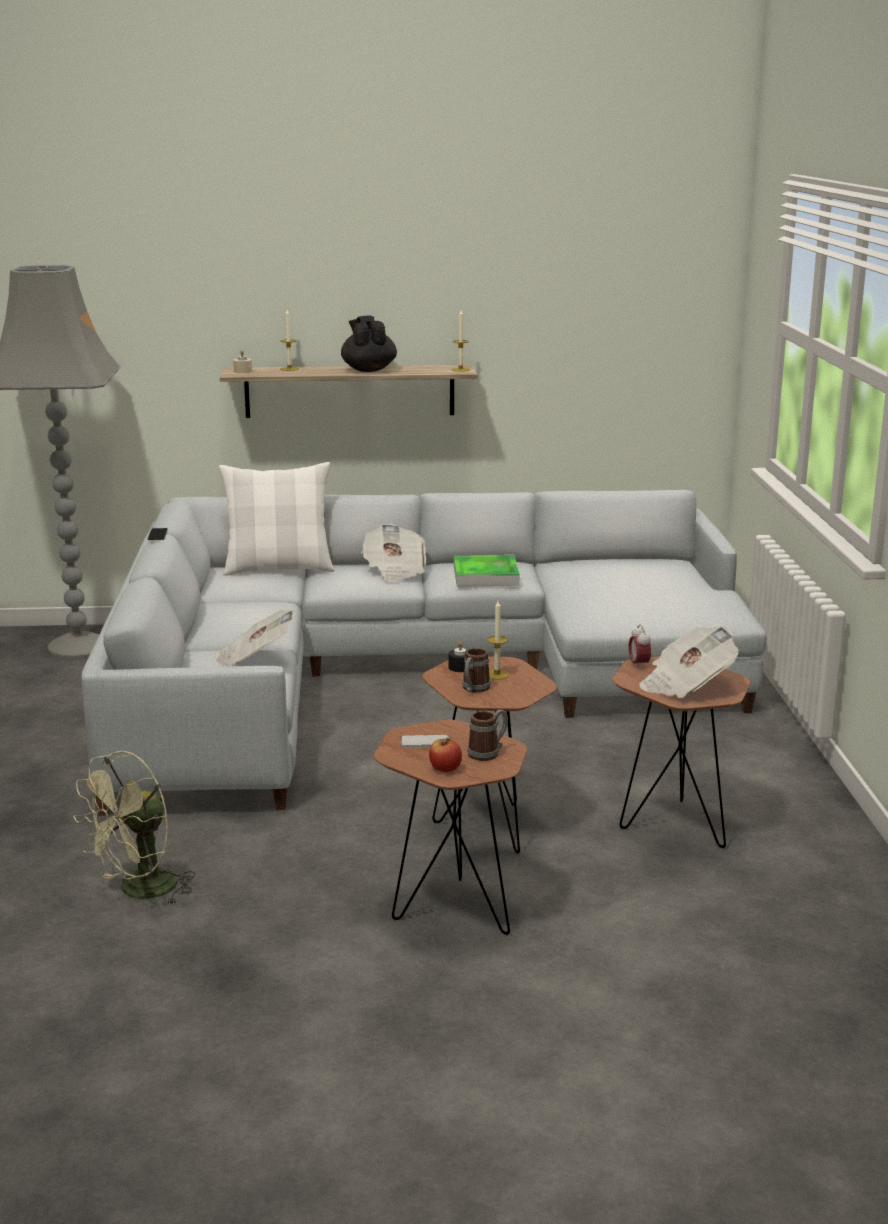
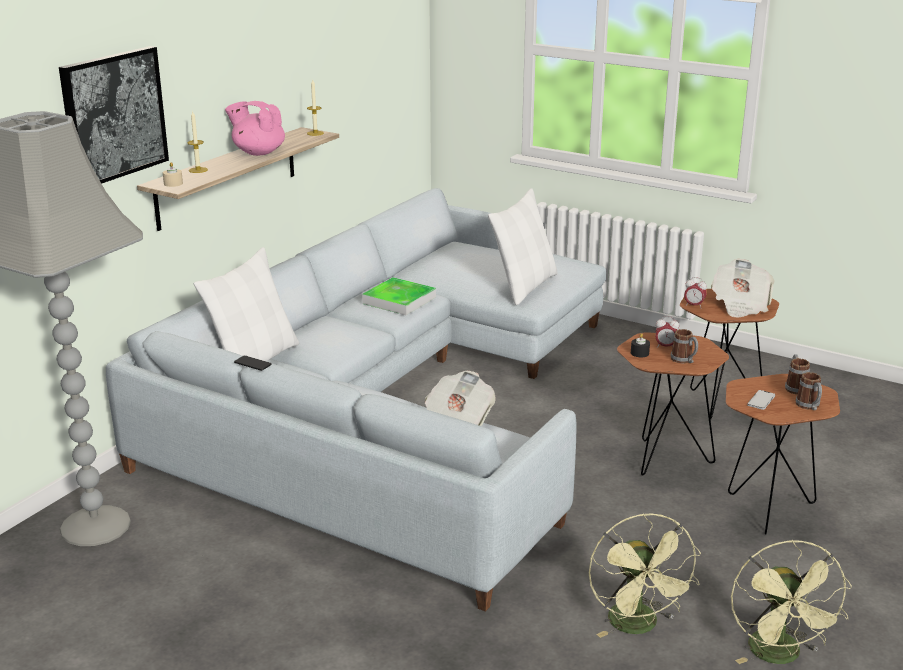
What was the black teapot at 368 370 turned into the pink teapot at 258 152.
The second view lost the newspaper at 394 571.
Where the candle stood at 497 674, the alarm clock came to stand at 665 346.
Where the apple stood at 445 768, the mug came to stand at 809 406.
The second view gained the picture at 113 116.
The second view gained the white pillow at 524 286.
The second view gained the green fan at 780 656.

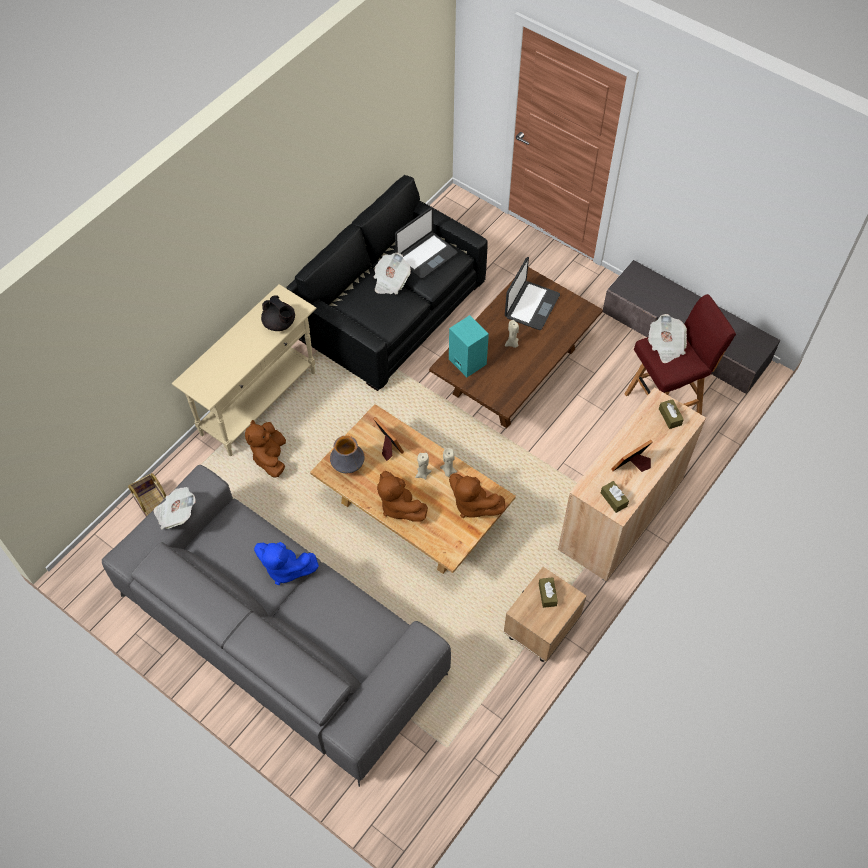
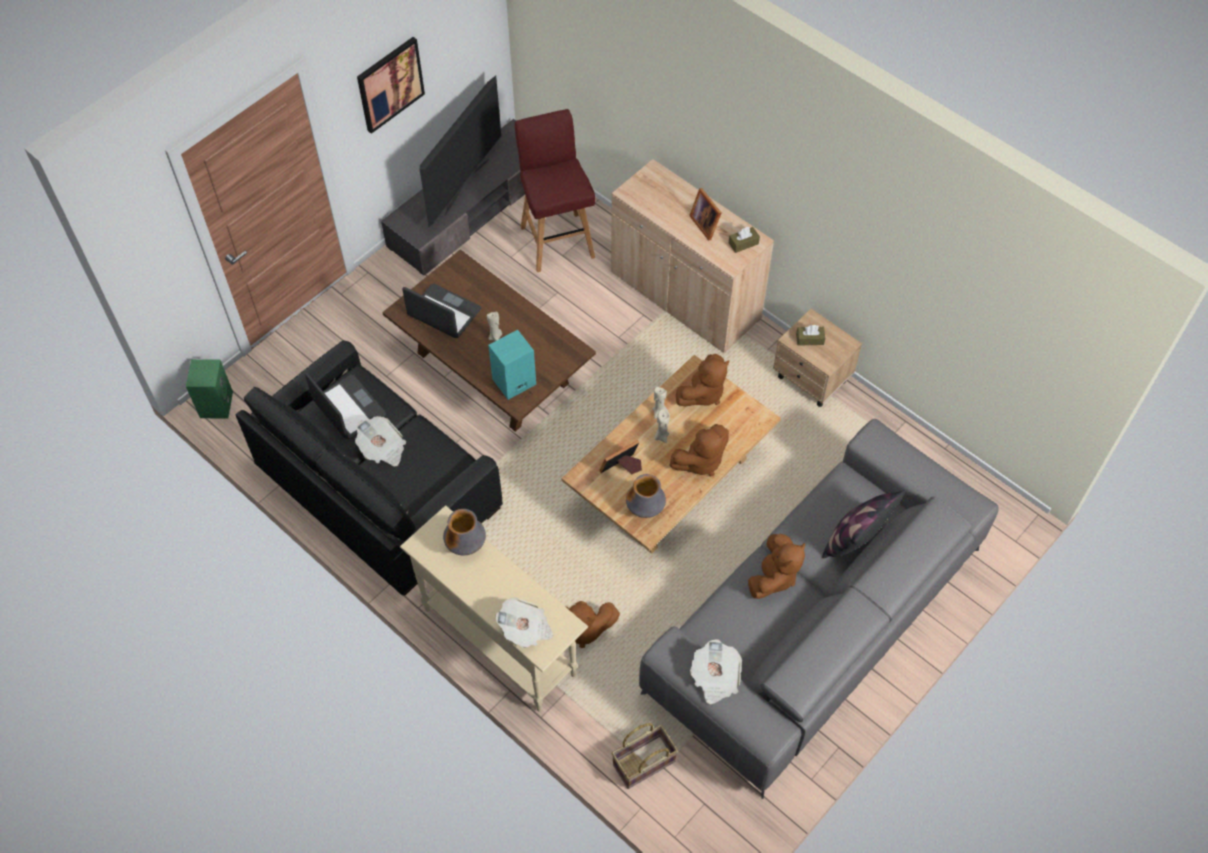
Where the black teapot stood at 280 324, the vase came to stand at 466 545.
The newspaper ended up elsewhere, having gone from 665 346 to 526 629.
The second view lost the brown tissue box at 670 417.
What was the blue plush toy at 285 568 turned into the brown plush toy at 774 577.
The second view gained the picture at 390 84.
The second view gained the television at 465 186.
The second view gained the green speaker at 215 404.
The second view gained the pillow at 855 539.

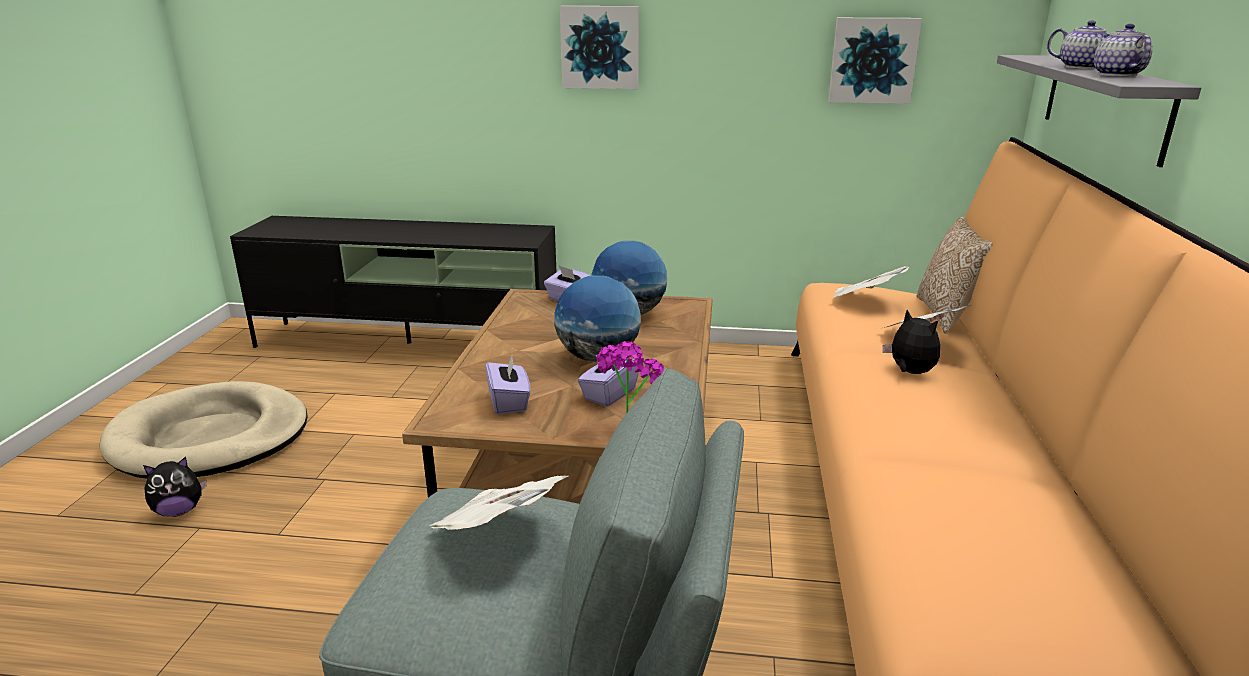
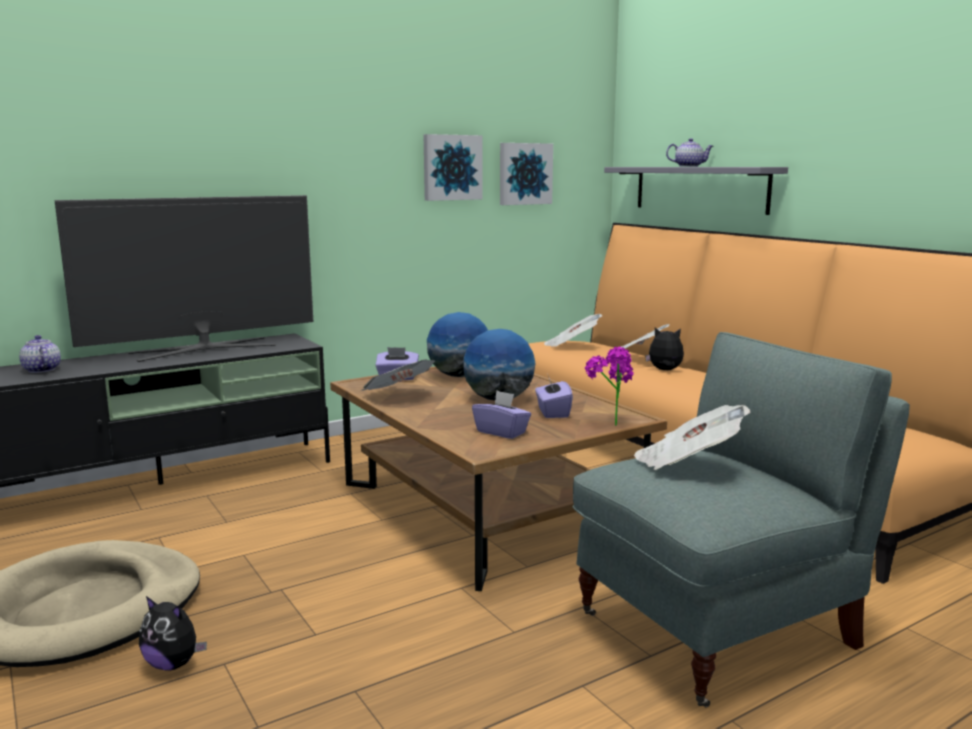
The picture ended up elsewhere, having gone from 600 47 to 451 167.
The teapot ended up elsewhere, having gone from 1116 75 to 41 370.
The second view lost the pillow at 947 315.
The plush toy at 179 511 ended up facing another way, 90 degrees clockwise from before.
The second view gained the television at 204 349.
The second view gained the newspaper at 398 395.

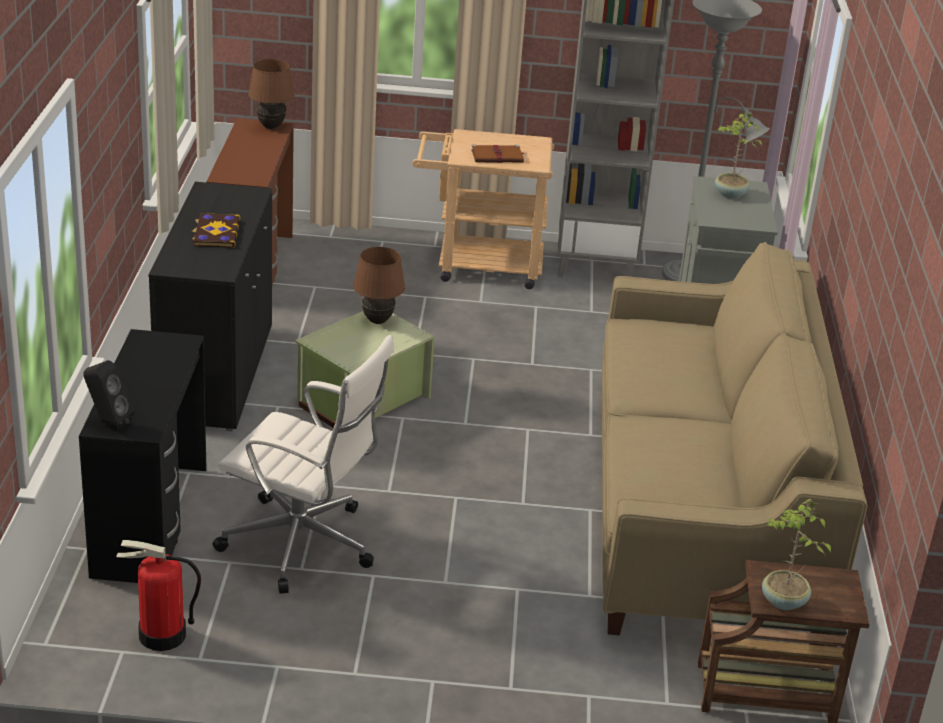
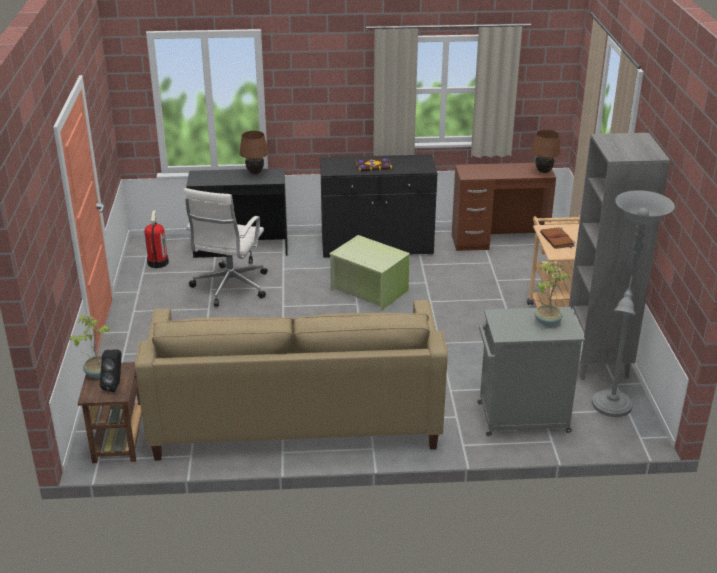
The brown table lamp ended up elsewhere, having gone from 377 321 to 255 173.
The black speaker ended up elsewhere, having gone from 108 423 to 115 385.

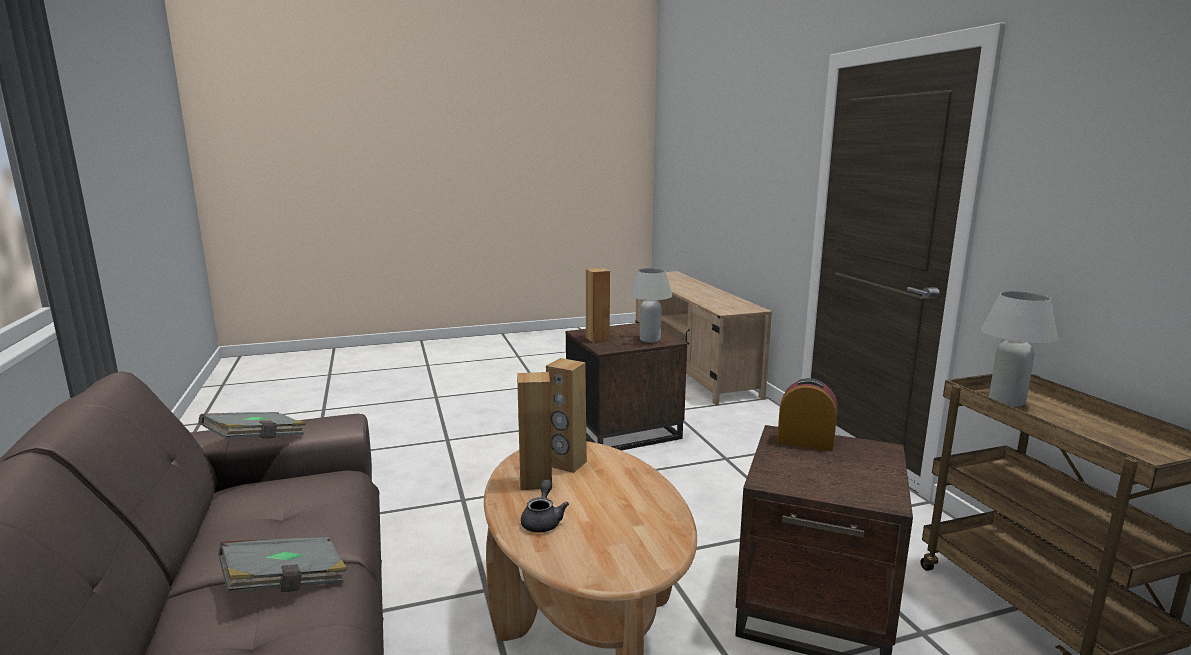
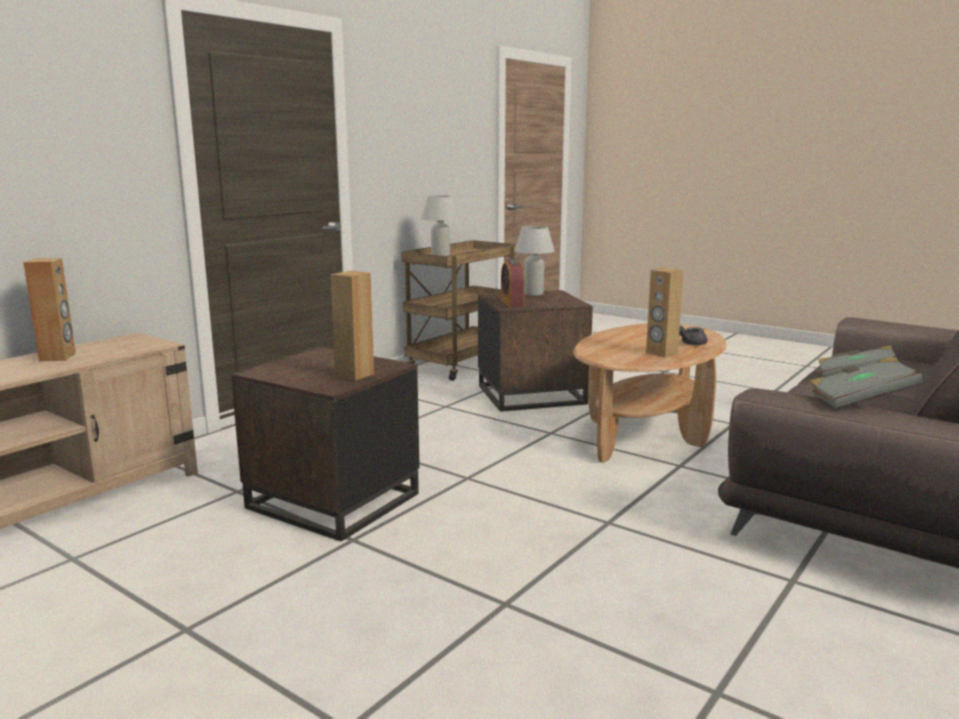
The white table lamp ended up elsewhere, having gone from 650 340 to 533 294.
The brown speaker ended up elsewhere, having gone from 567 464 to 58 357.

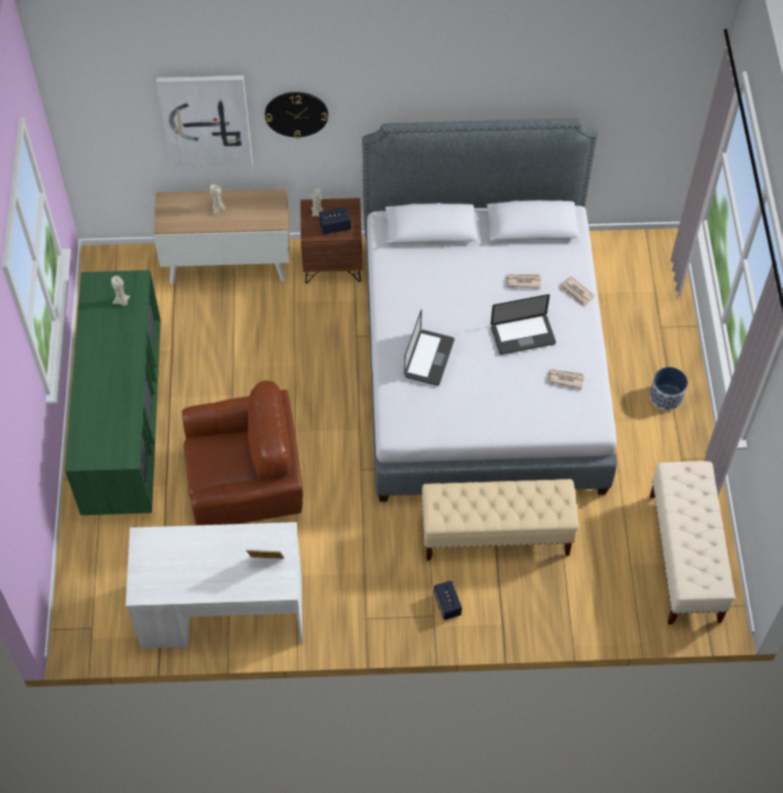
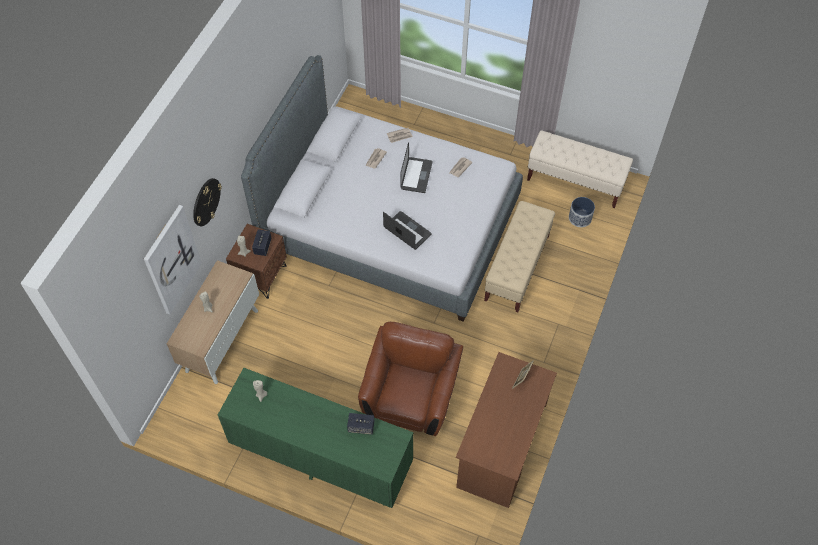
The planter ended up elsewhere, having gone from 666 397 to 580 218.
What was the white desk at 222 611 turned into the brown desk at 501 446.
The speaker ended up elsewhere, having gone from 447 605 to 361 427.

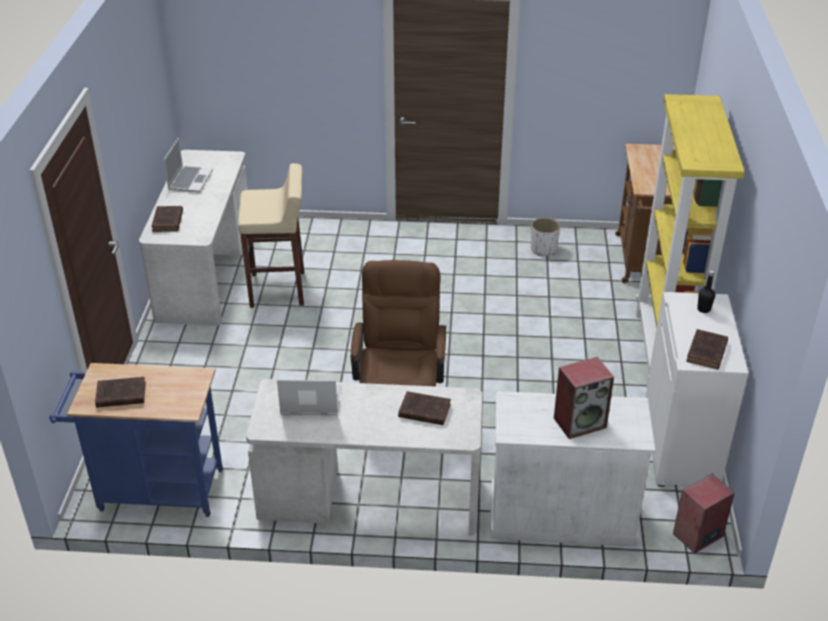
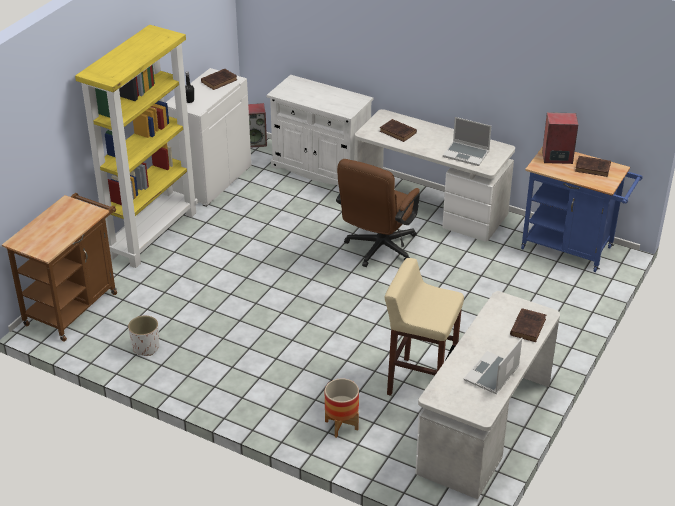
The speaker ended up elsewhere, having gone from 580 422 to 556 157.
The second view gained the planter at 341 425.

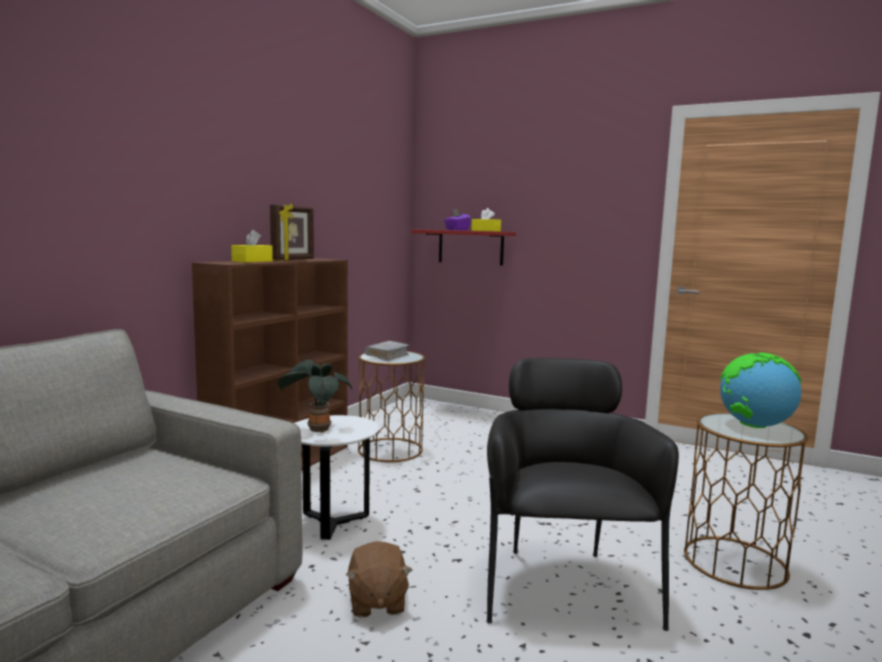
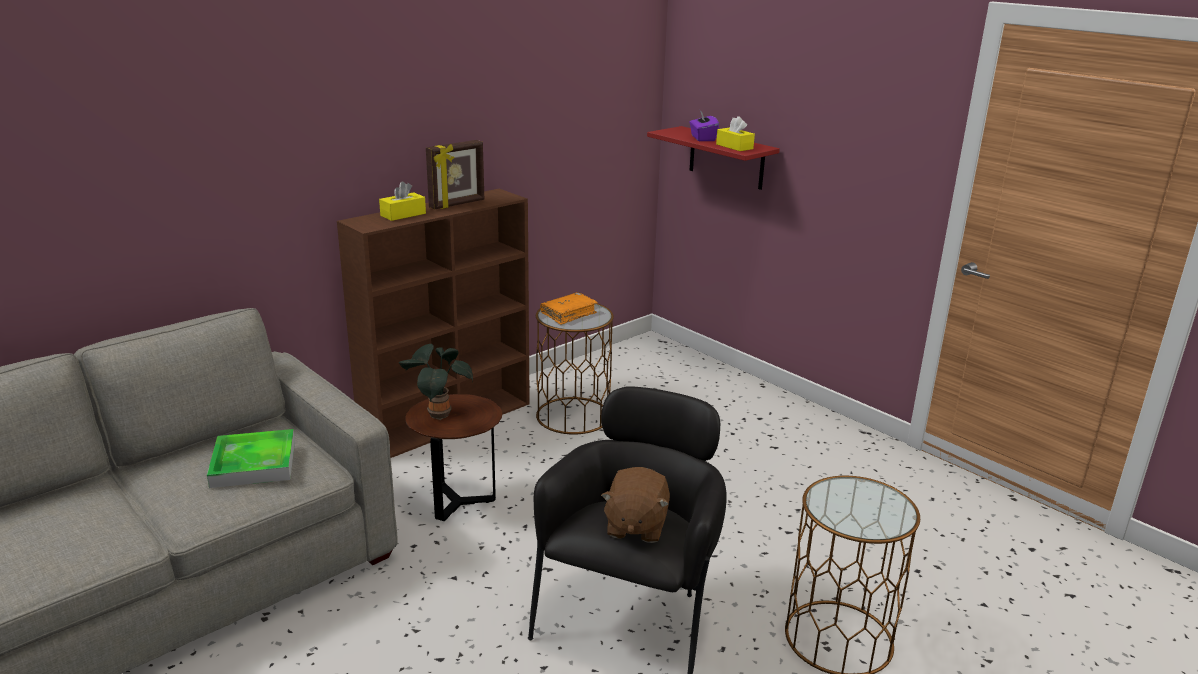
What was the grey book at 387 356 turned into the orange book at 568 314.
The second view lost the globe at 754 426.
What was the white side table at 333 523 turned into the brown side table at 458 502.
The brown plush toy ended up elsewhere, having gone from 376 601 to 635 526.
The second view gained the tray at 253 463.

